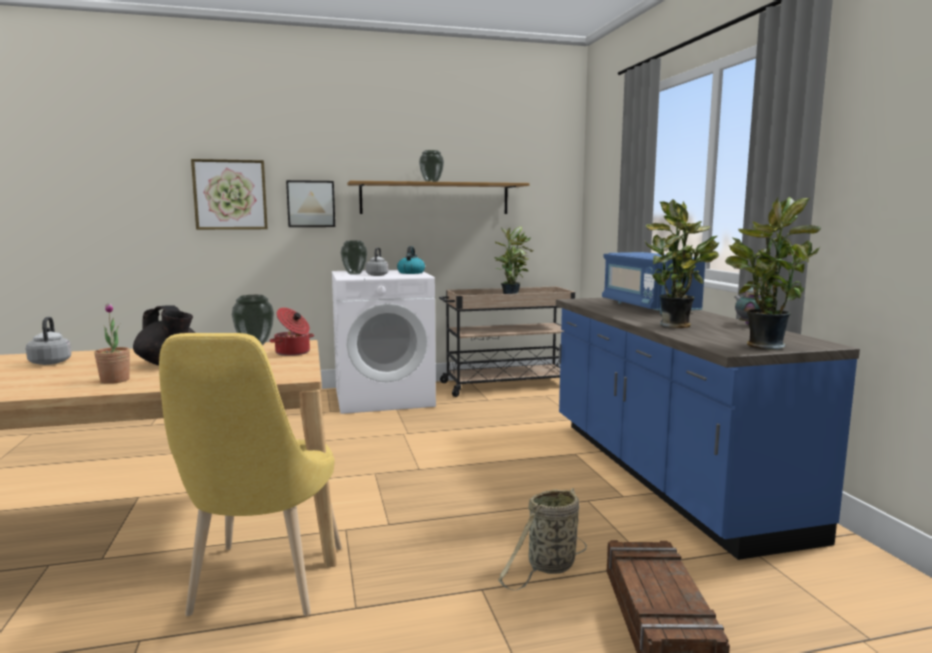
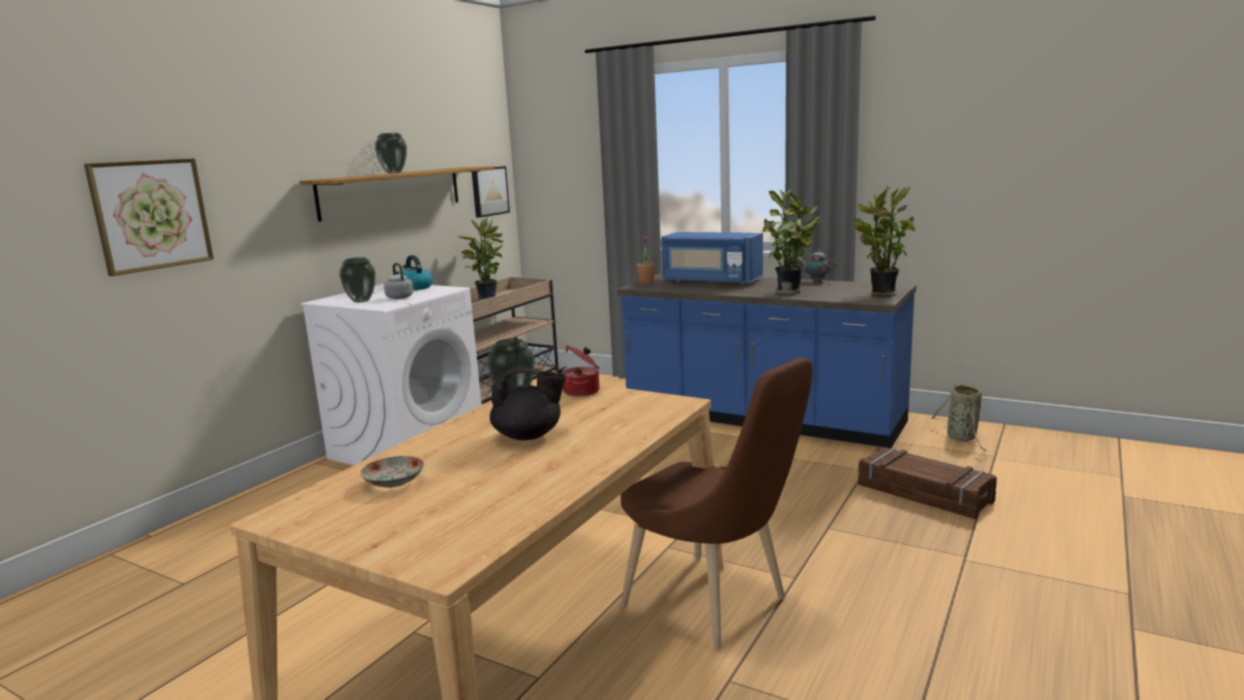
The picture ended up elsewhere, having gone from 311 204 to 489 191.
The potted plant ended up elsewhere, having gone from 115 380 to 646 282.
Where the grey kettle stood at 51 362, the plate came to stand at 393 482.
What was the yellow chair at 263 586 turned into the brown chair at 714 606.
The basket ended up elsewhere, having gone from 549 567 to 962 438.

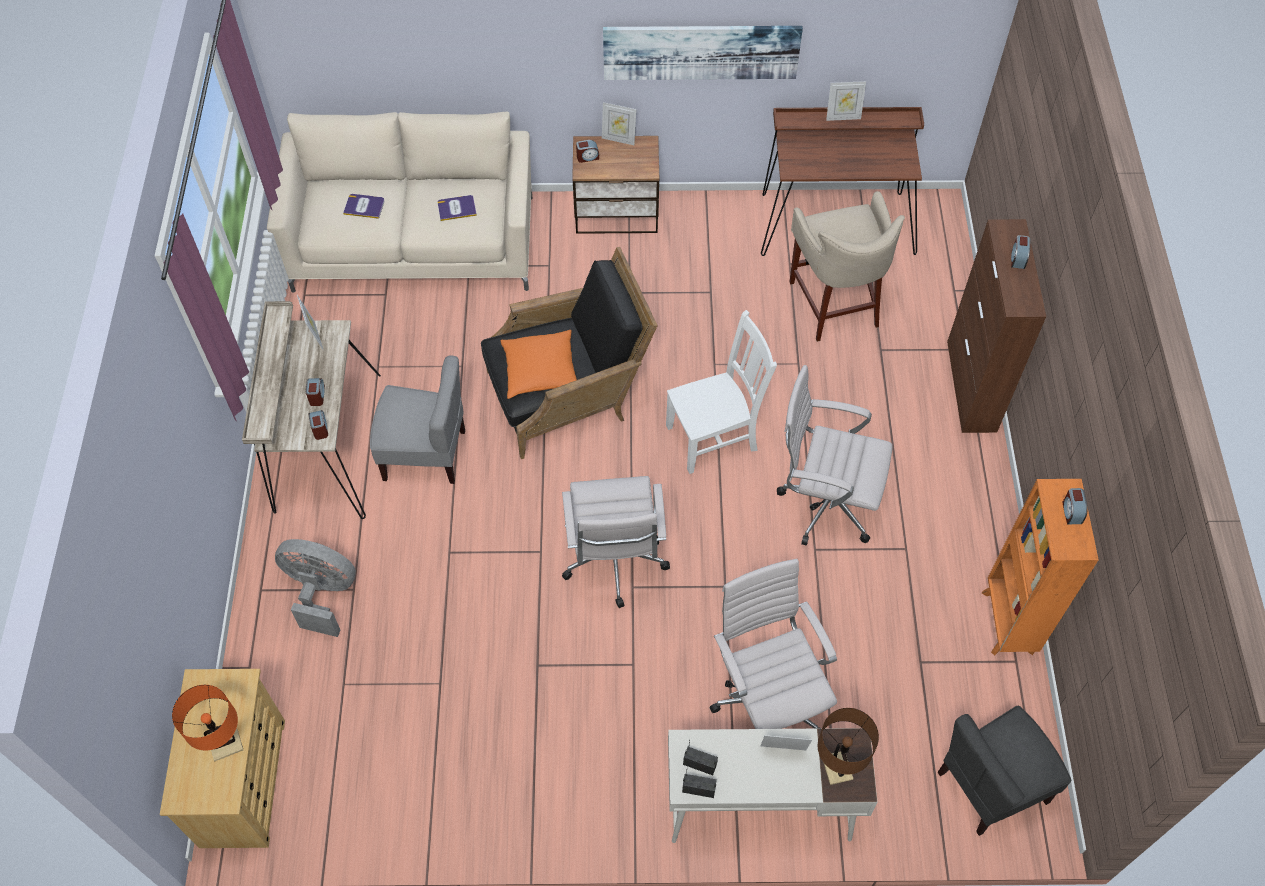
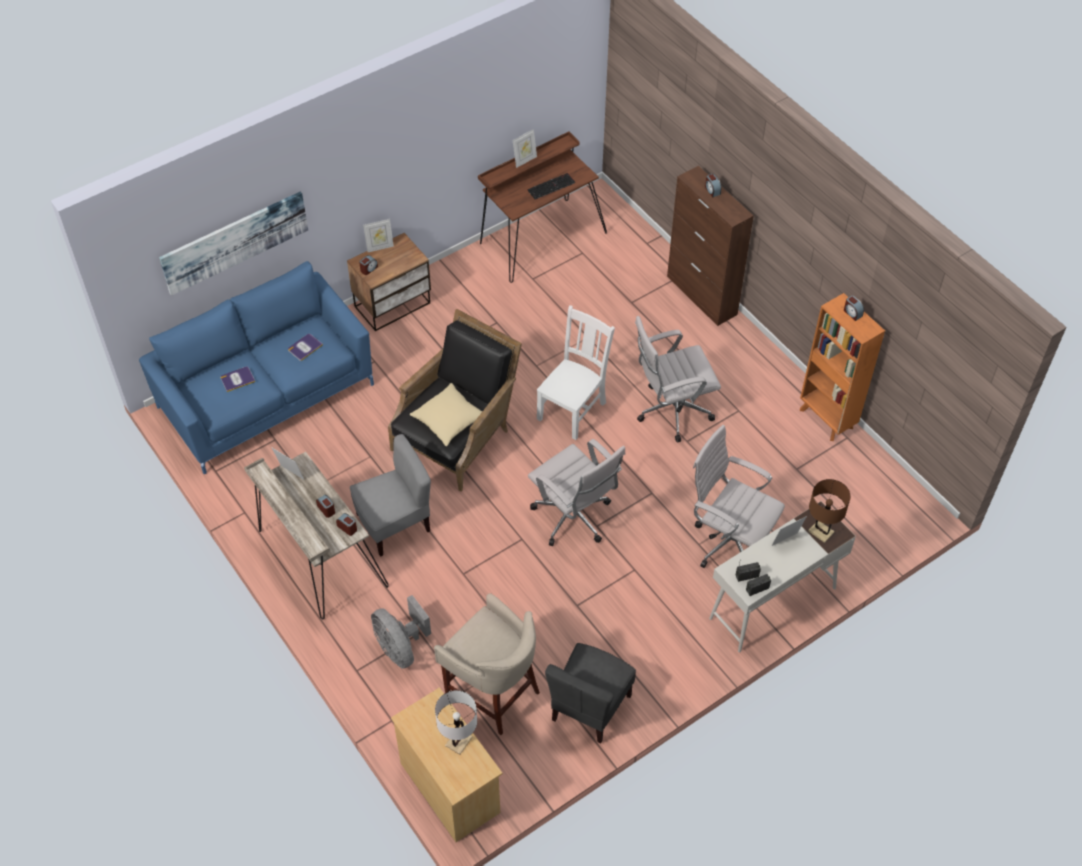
The picture ended up elsewhere, having gone from 701 51 to 235 242.
What was the beige sofa at 414 243 turned into the blue sofa at 266 395.
The beige stool ended up elsewhere, having gone from 835 302 to 493 691.
What was the orange pillow at 540 371 turned into the beige pillow at 449 420.
The grey fan at 322 593 ended up facing another way, 105 degrees counterclockwise from before.
What was the orange table lamp at 226 745 turned into the white table lamp at 458 741.
The grey chair ended up elsewhere, having gone from 990 786 to 589 707.
The second view gained the keyboard at 551 186.

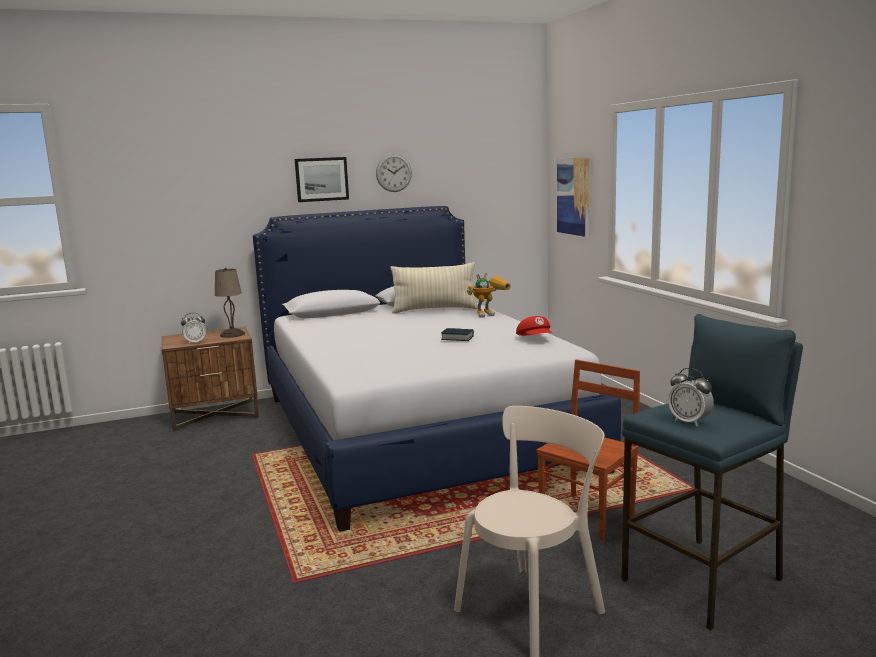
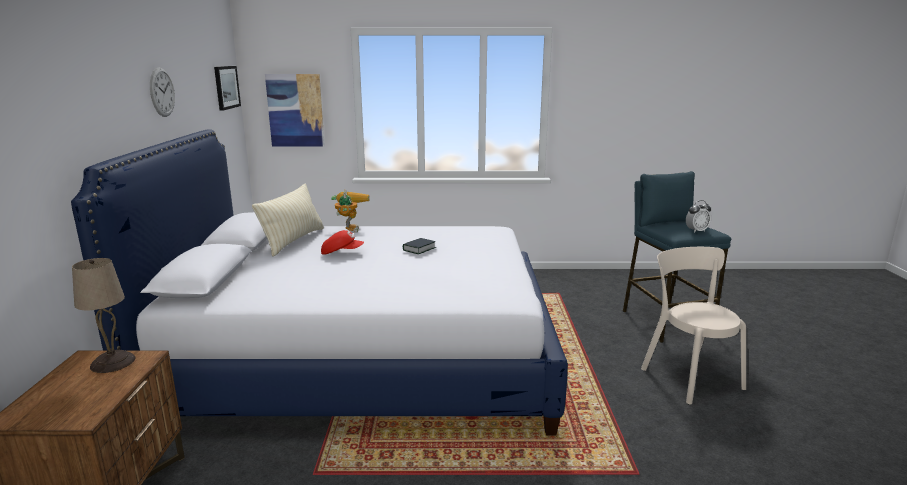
The picture ended up elsewhere, having gone from 321 179 to 226 87.
The second view lost the alarm clock at 195 342.
The red cap ended up elsewhere, having gone from 535 339 to 342 253.
The second view lost the brown chair at 589 517.

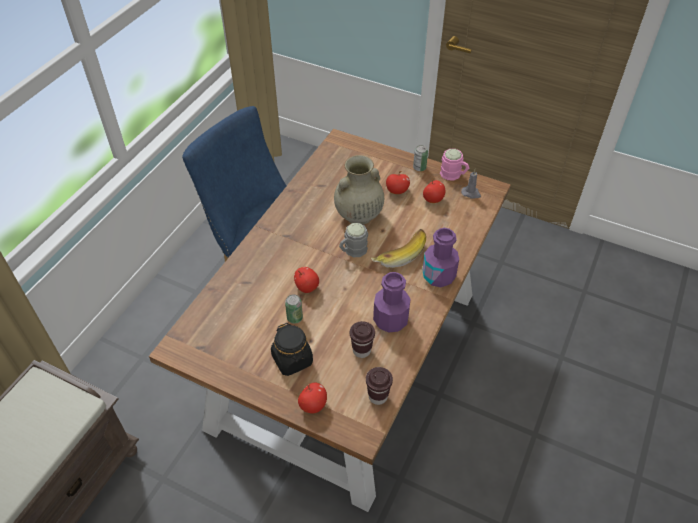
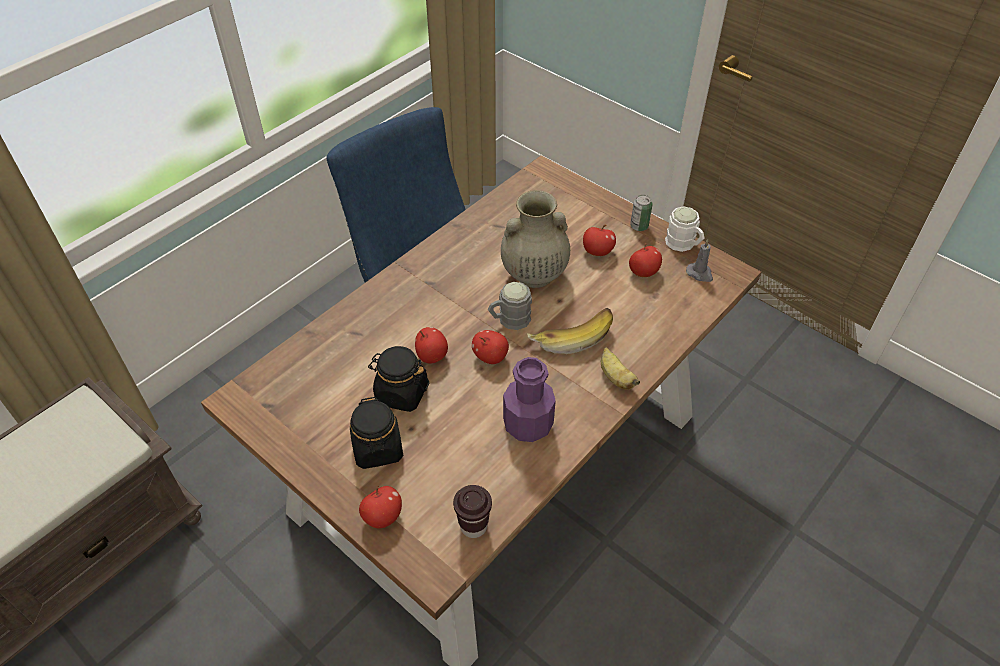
What was the pink mug at 454 175 turned into the white mug at 684 244.
Where the purple bottle stood at 438 276, the banana came to stand at 615 378.
Where the can stood at 294 318, the black jar came to stand at 401 393.
The second view lost the brown cup at 361 350.
The second view gained the apple at 490 357.

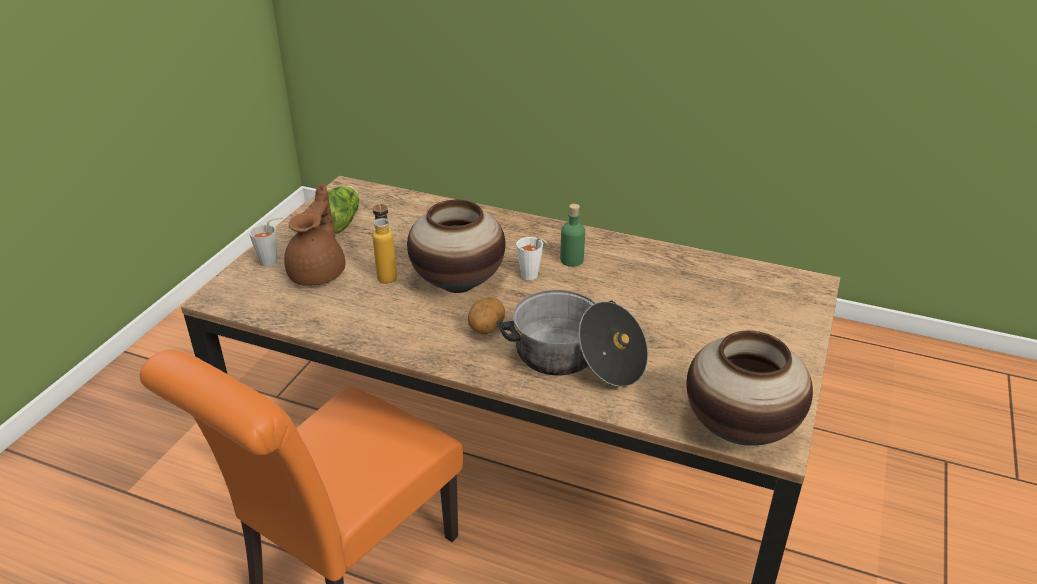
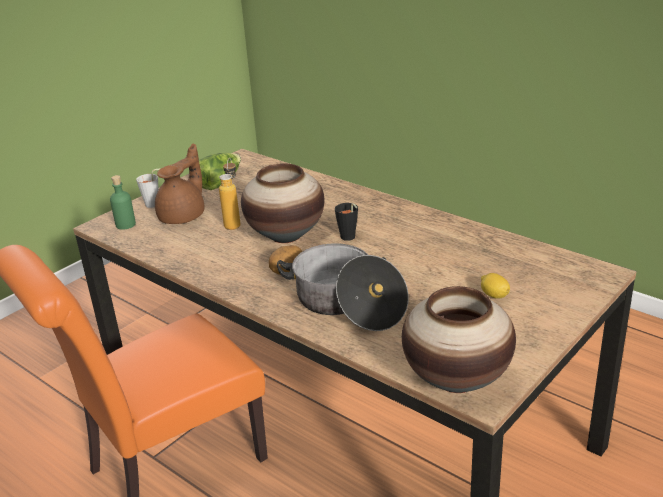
The green bottle ended up elsewhere, having gone from 571 260 to 125 224.
What was the white cup at 531 277 turned into the black cup at 349 238.
The second view gained the lemon at 494 295.

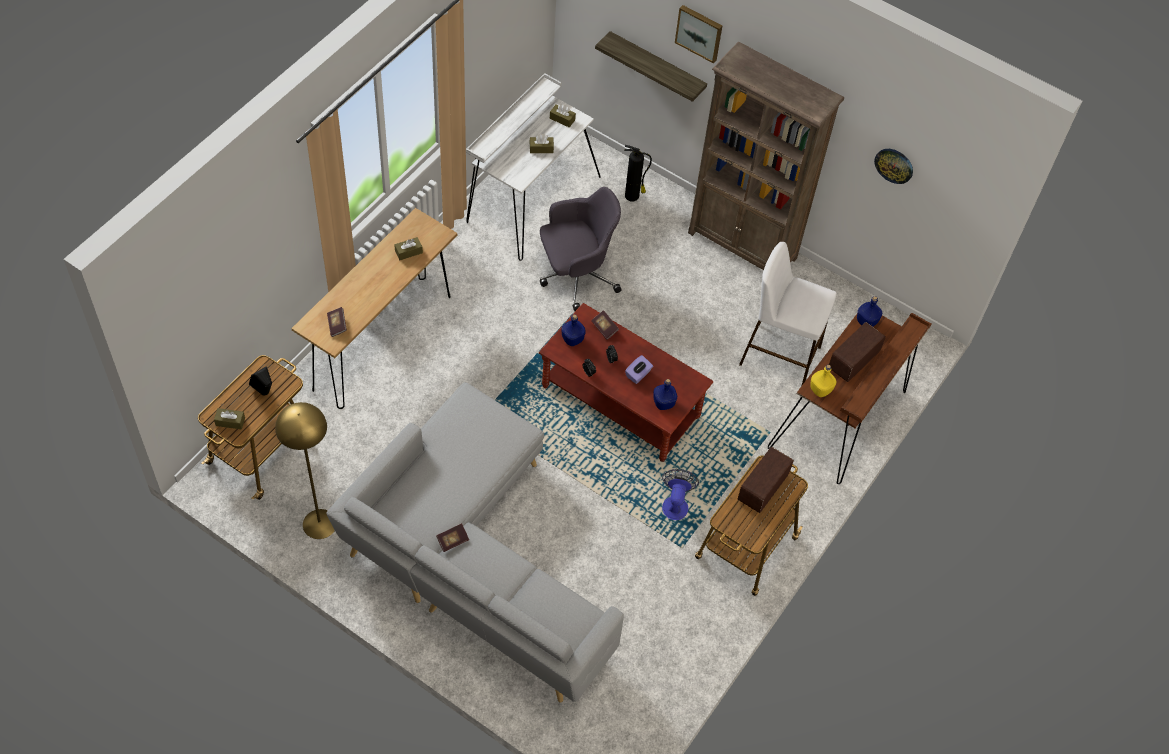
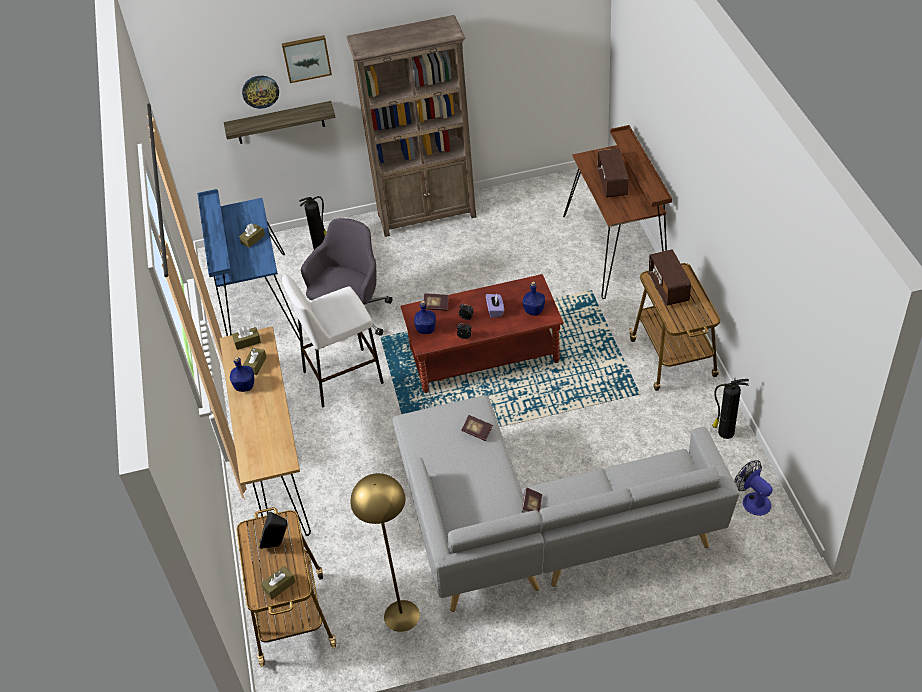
What was the white desk at 530 200 turned into the blue desk at 256 304.
The brown tissue box ended up elsewhere, having gone from 562 119 to 247 342.
The wall clock ended up elsewhere, having gone from 894 165 to 260 91.
The white stool ended up elsewhere, having gone from 779 355 to 342 377.
The blue bottle ended up elsewhere, having gone from 866 321 to 244 386.
The book ended up elsewhere, having gone from 337 325 to 477 432.
The second view lost the yellow bottle at 821 390.
The fan ended up elsewhere, having gone from 675 503 to 752 500.
The second view gained the fire extinguisher at 725 432.

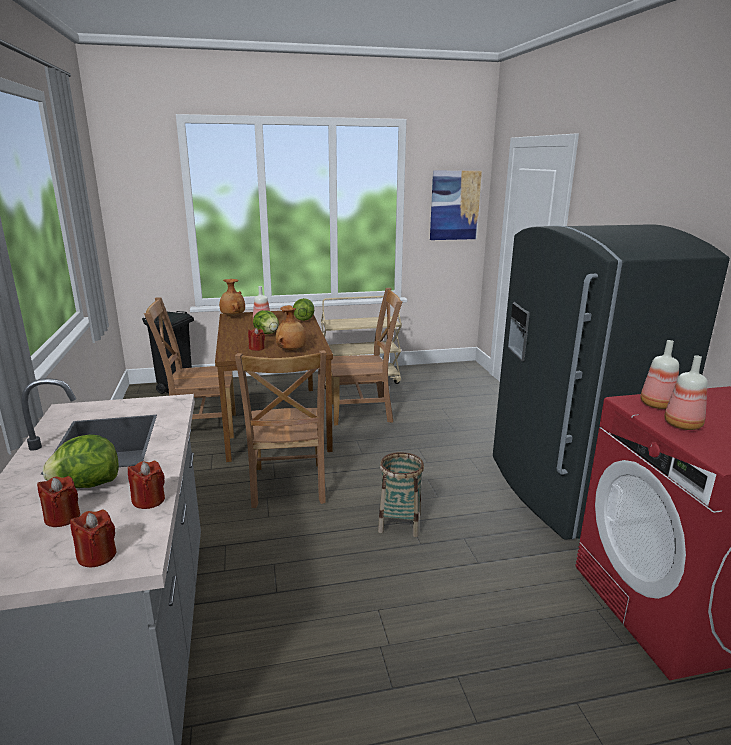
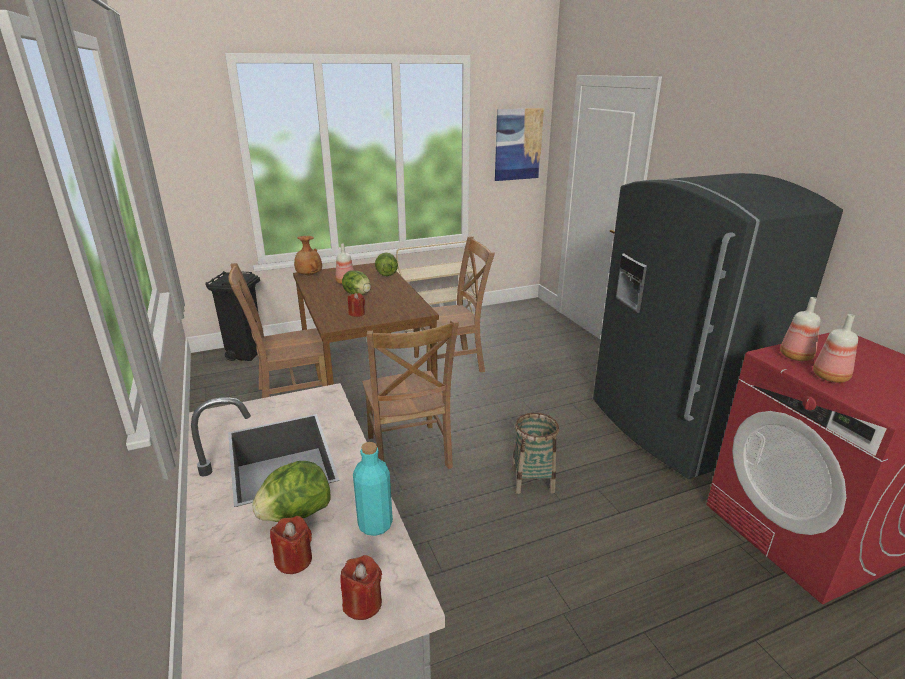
The second view lost the brown vase at 292 350.
Where the red candle stood at 149 500, the turquoise bottle came to stand at 375 525.

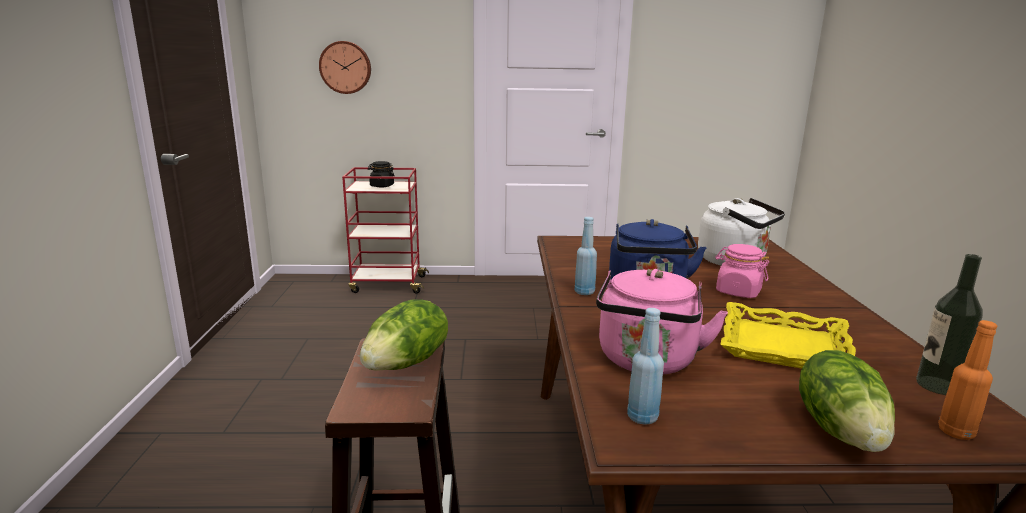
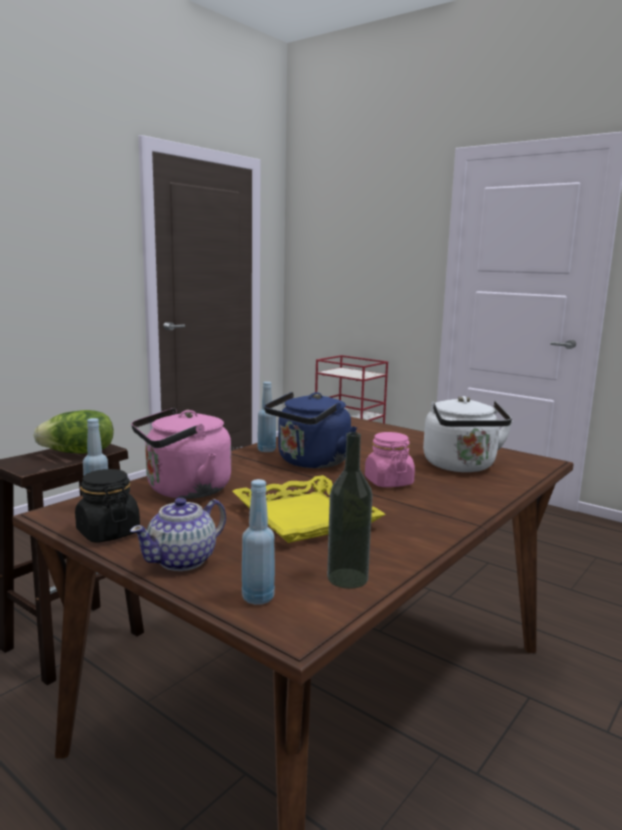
The second view lost the wall clock at 345 67.
The black jar ended up elsewhere, having gone from 382 186 to 108 532.
What was the orange bottle at 955 432 turned into the blue bottle at 258 597.
Where the lettuce stood at 841 430, the teapot came to stand at 183 560.

